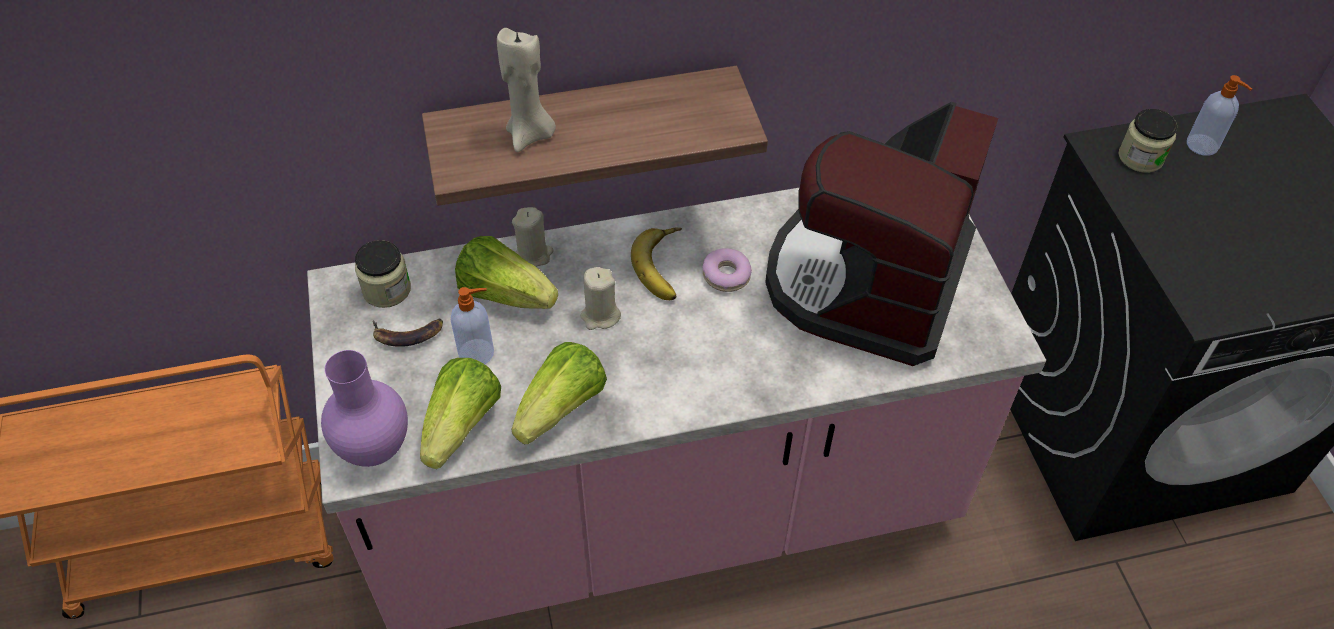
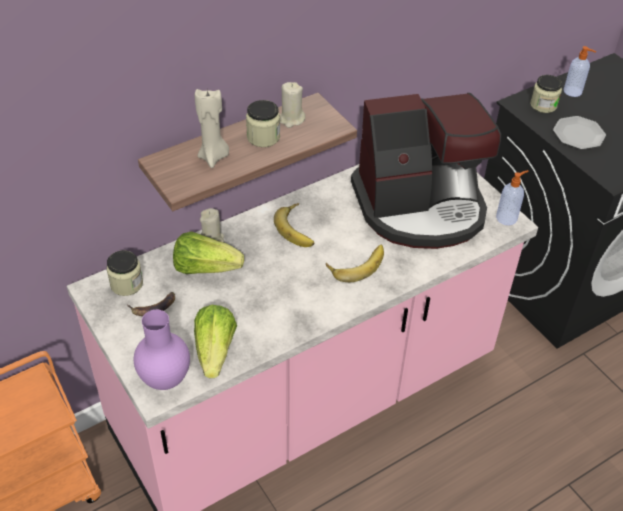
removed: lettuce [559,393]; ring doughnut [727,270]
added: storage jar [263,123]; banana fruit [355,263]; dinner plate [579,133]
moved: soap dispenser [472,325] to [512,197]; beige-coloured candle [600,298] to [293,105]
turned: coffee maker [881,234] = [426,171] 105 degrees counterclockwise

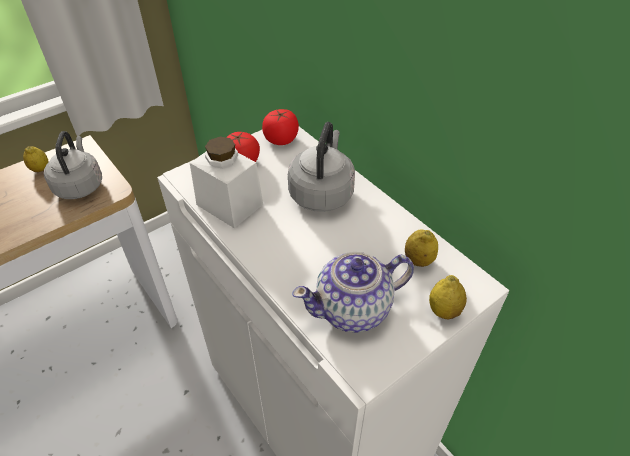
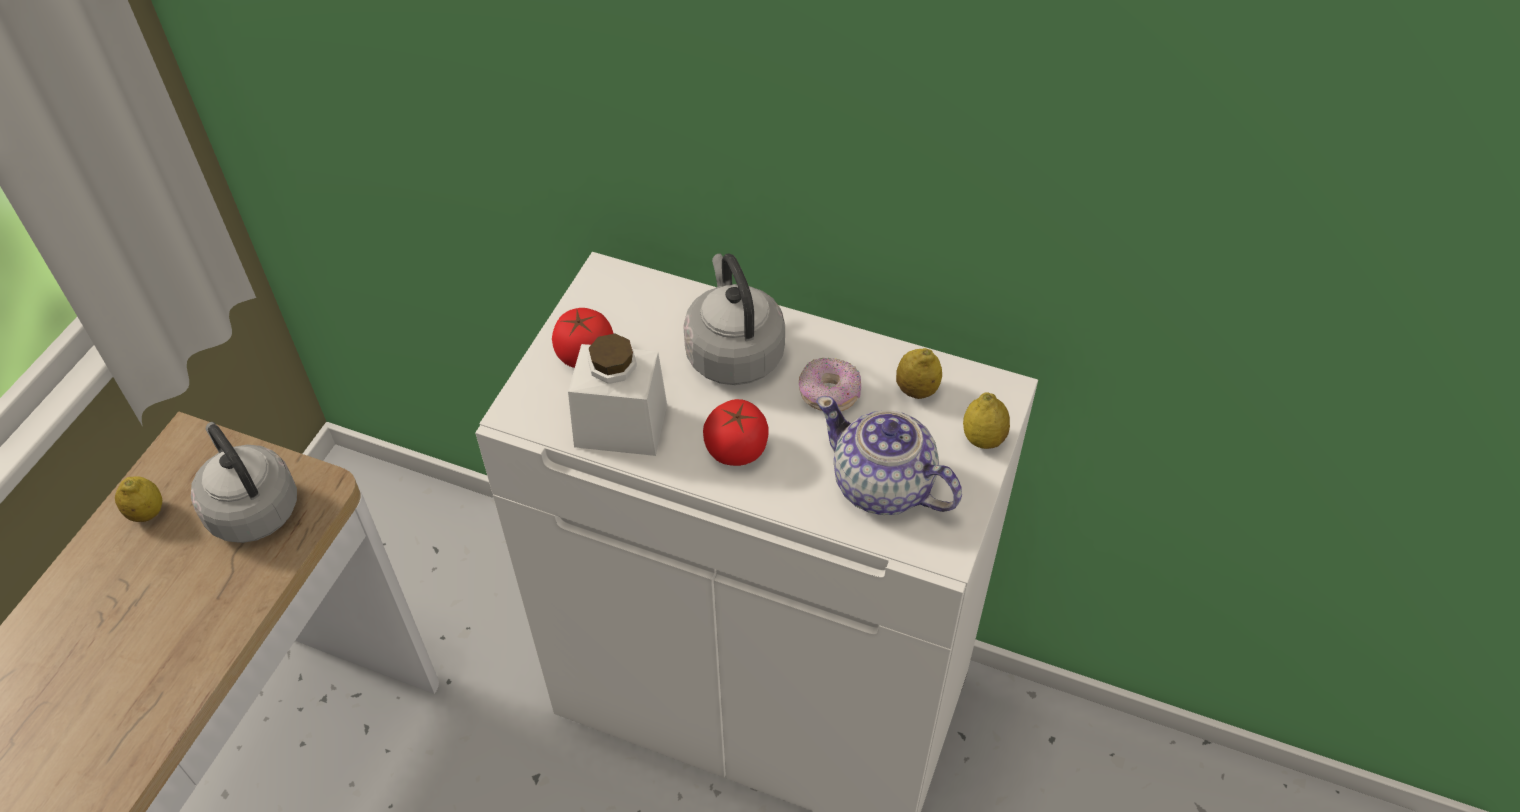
added: ring doughnut [830,384]
moved: tomato [280,127] to [736,432]
turned: teapot [353,292] = [889,455] 90 degrees clockwise

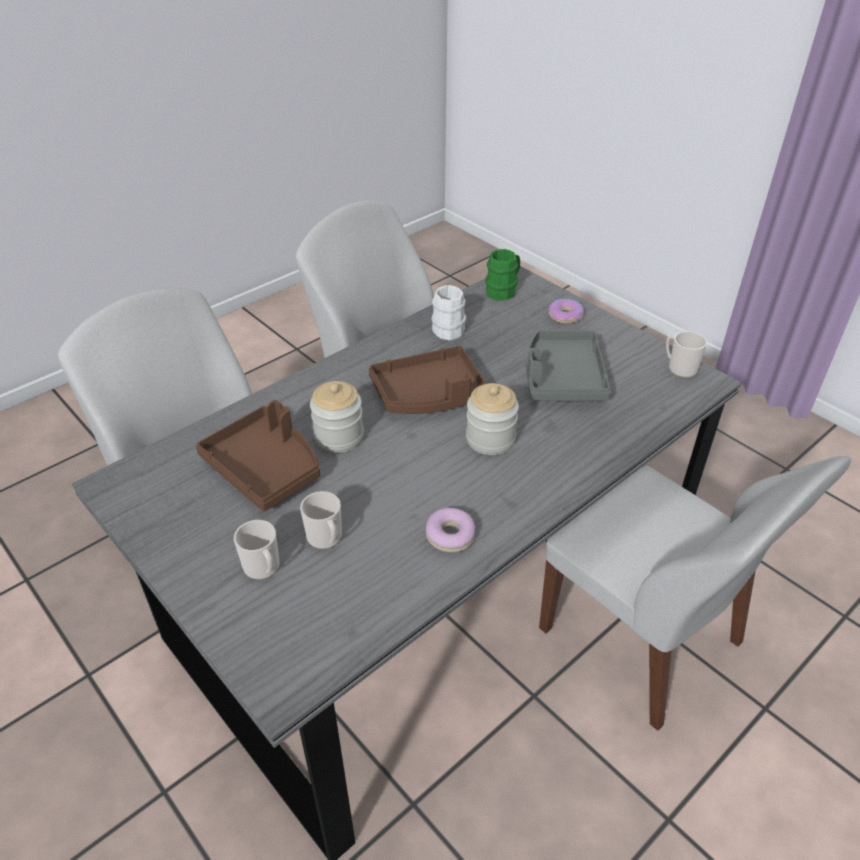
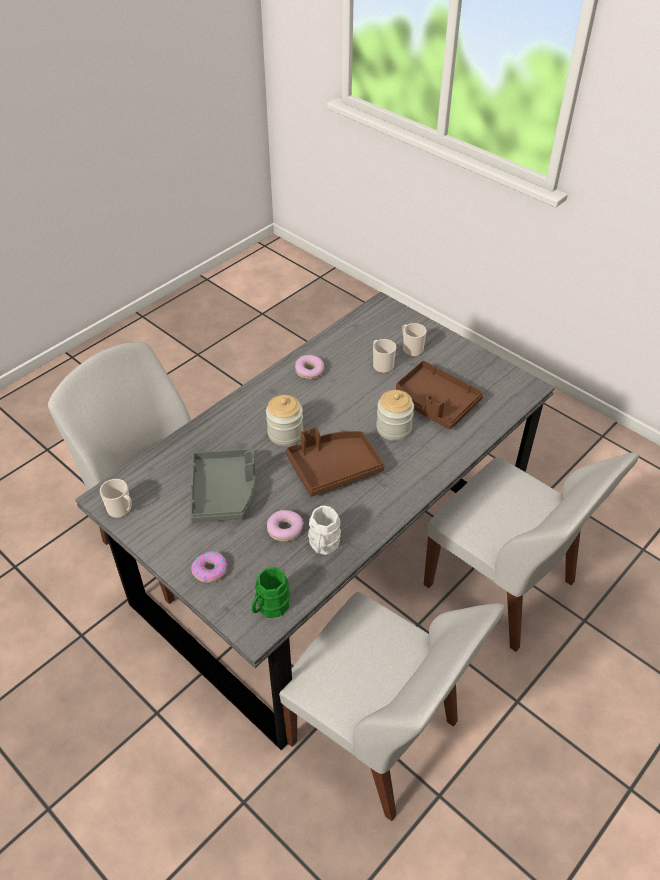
added: ring doughnut [285,525]

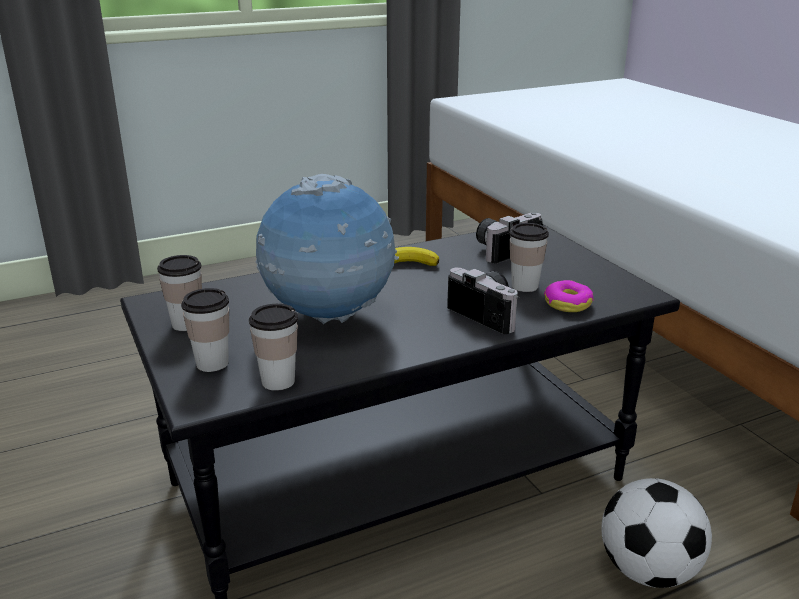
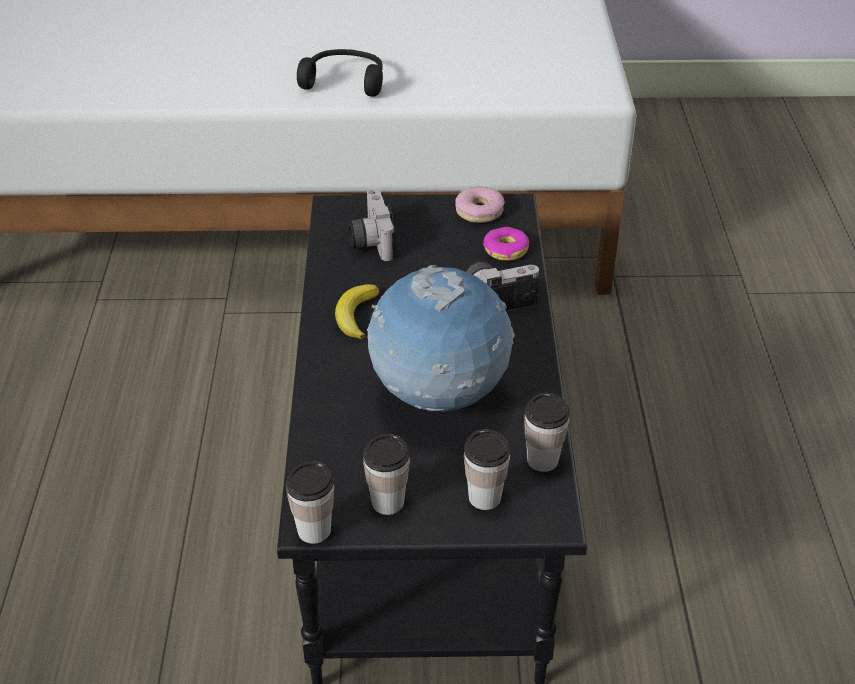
removed: ball for football [656,533]
added: blackish headset [340,73]; ring doughnut [480,204]
moved: small cup [529,257] to [310,502]

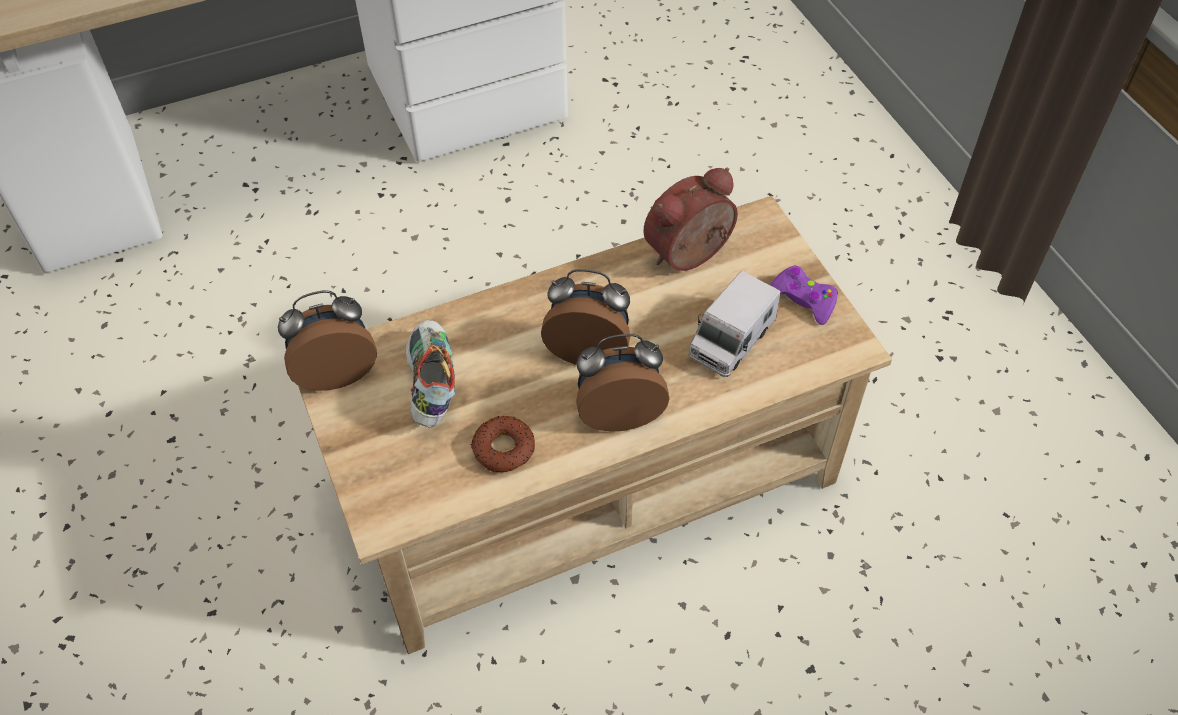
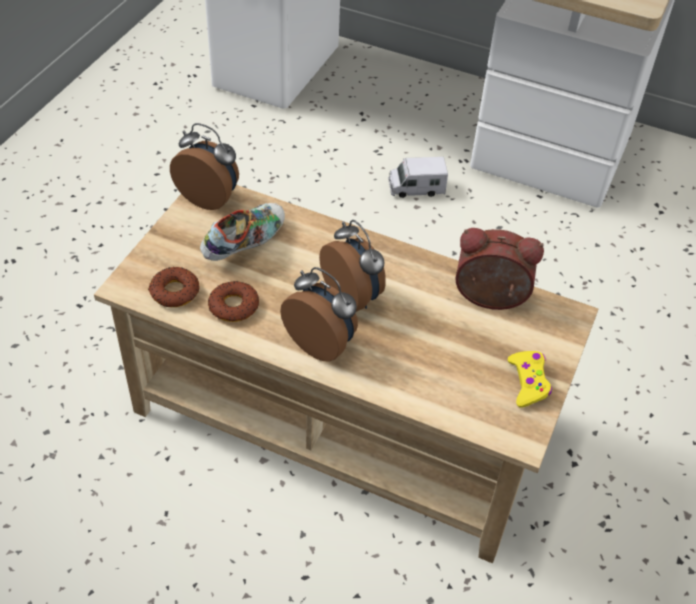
added: ring doughnut [174,287]
moved: toy lorry [734,324] to [418,177]
recoloured: purple-coloured joypad [804,295] to yellow joypad [530,379]

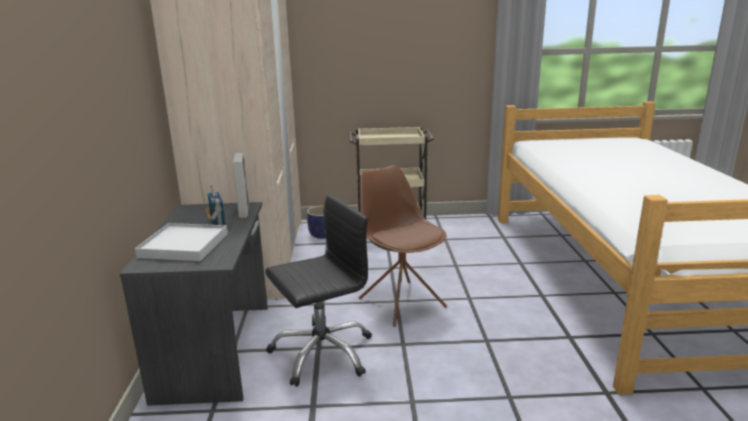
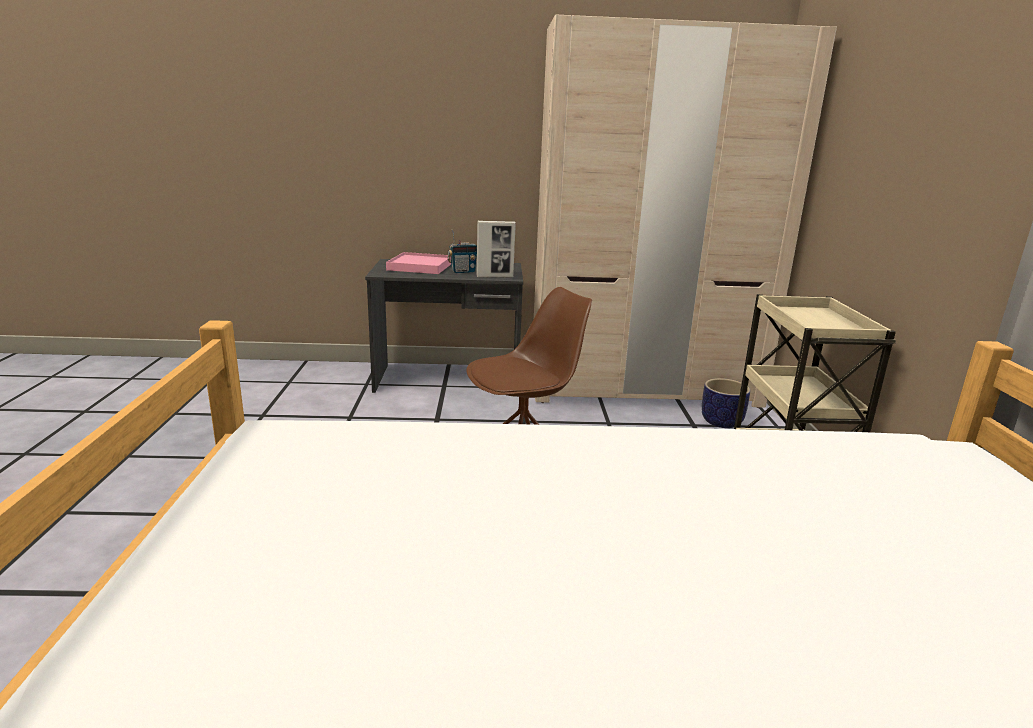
removed: blackish desk chair [318,290]
recoloured: white-coloured carrying tray [181,242] to pink-coloured carrying tray [418,263]

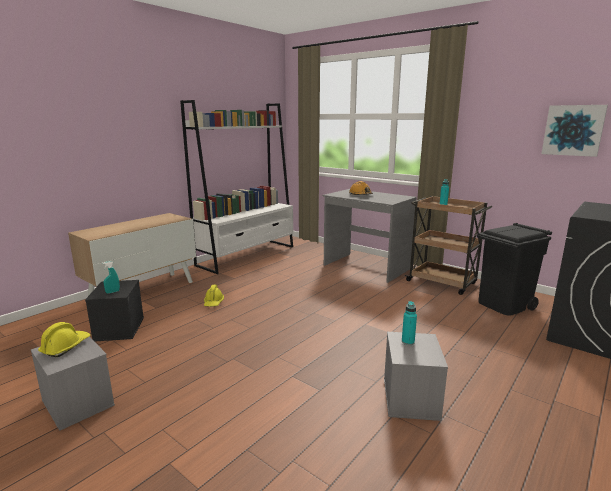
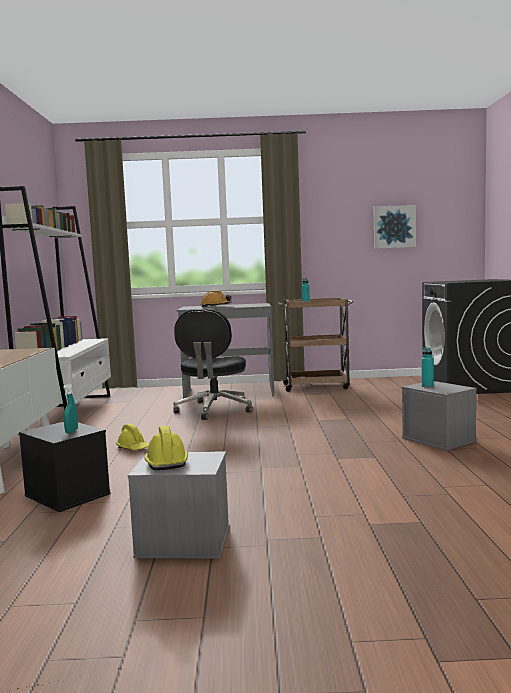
removed: blackish rubbish bin [514,269]
added: blackish desk chair [213,364]

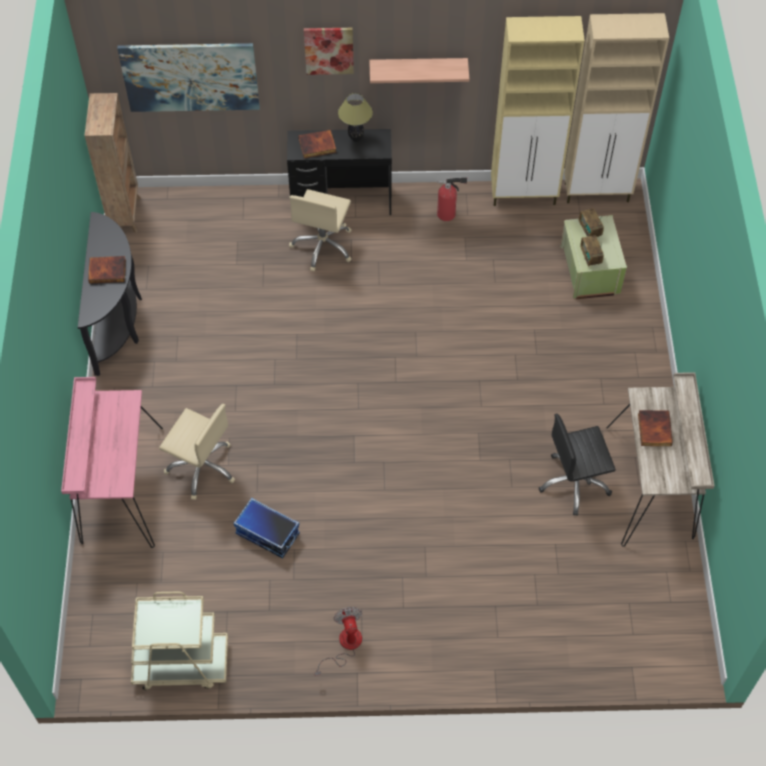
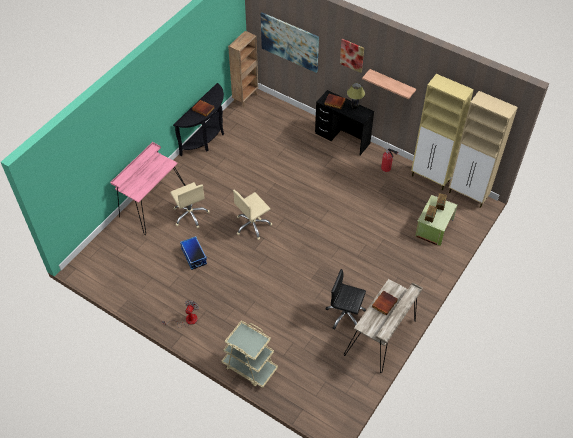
moved: beige-coloured cart [179,641] to [250,354]; beige-coloured desk chair [320,230] to [252,215]

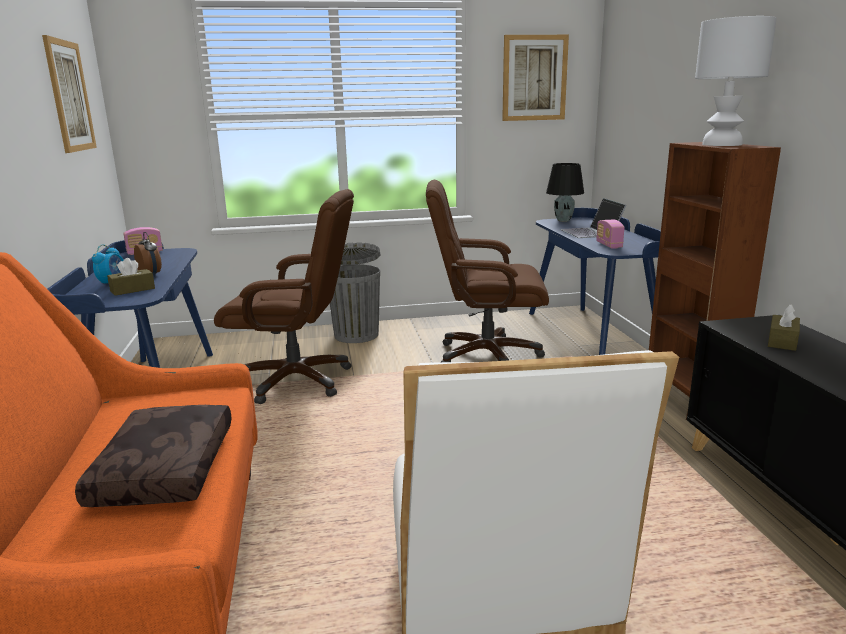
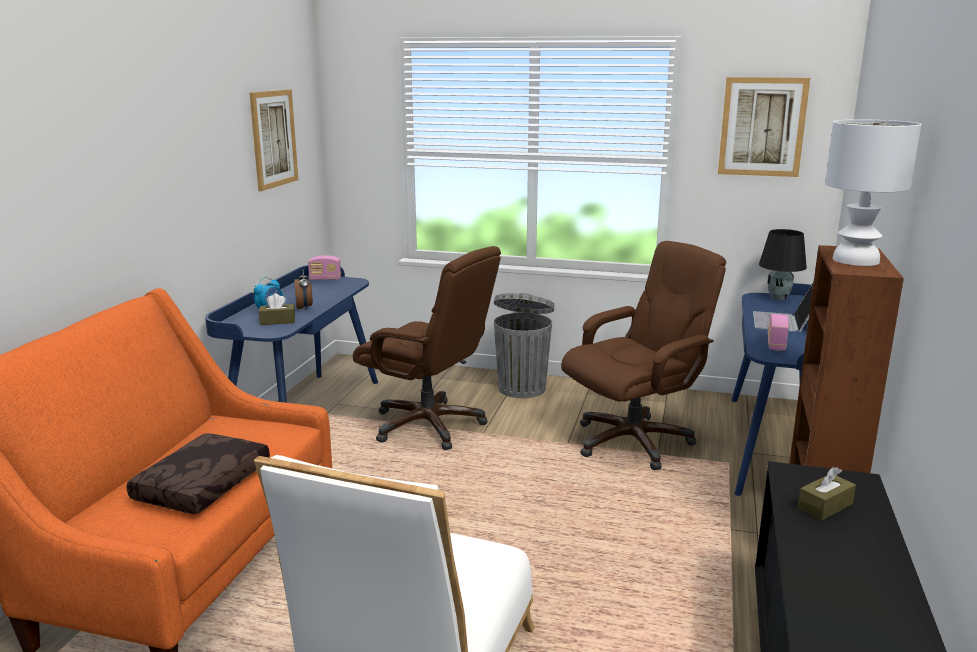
turned: brown-coloured desk chair [487,271] = [643,355] 120 degrees clockwise

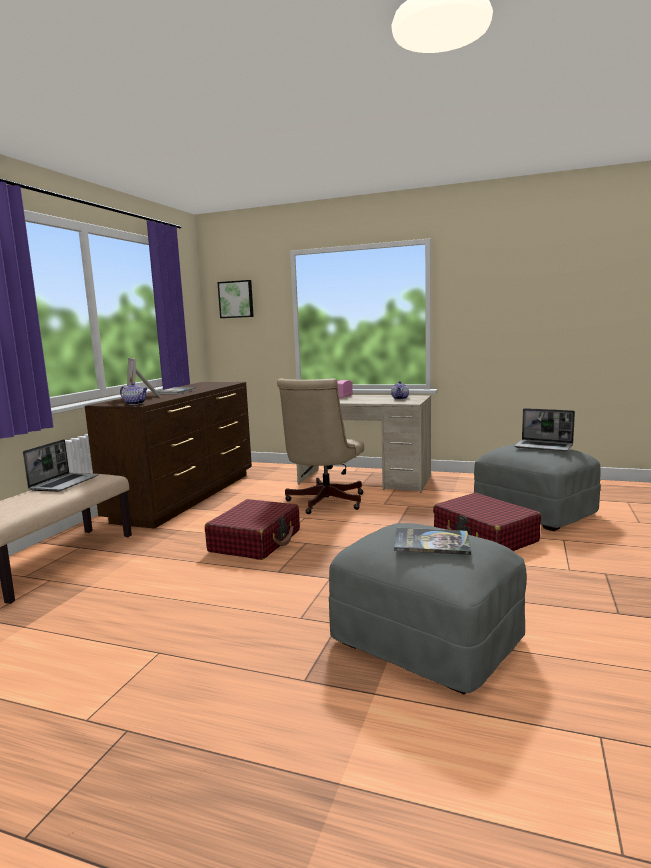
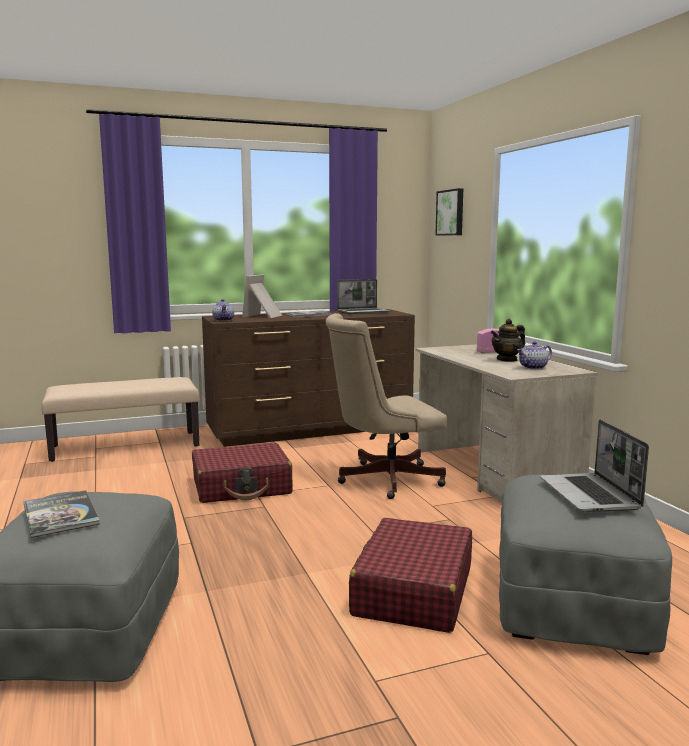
added: teapot [507,340]
moved: portable computer [61,465] to [363,296]

